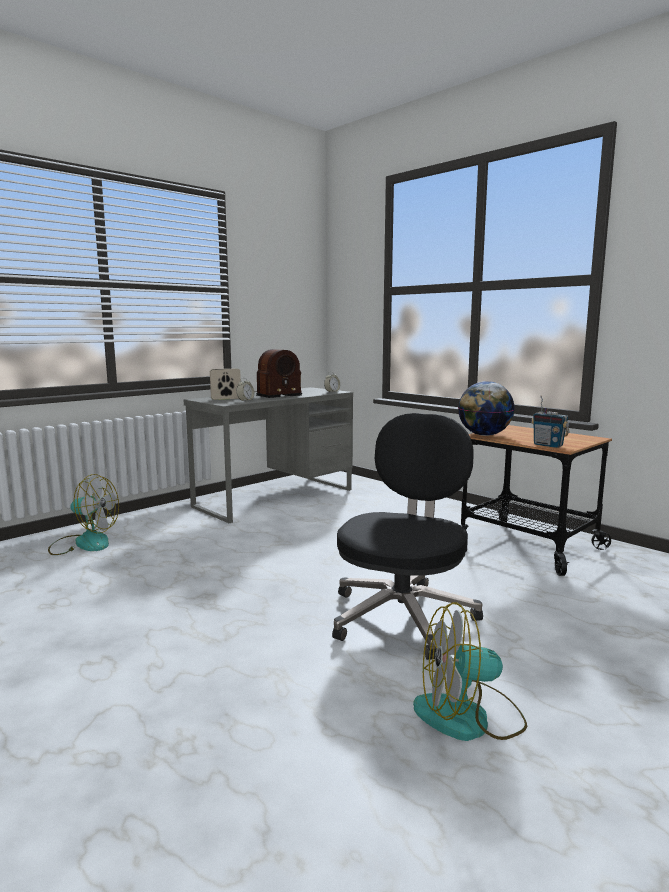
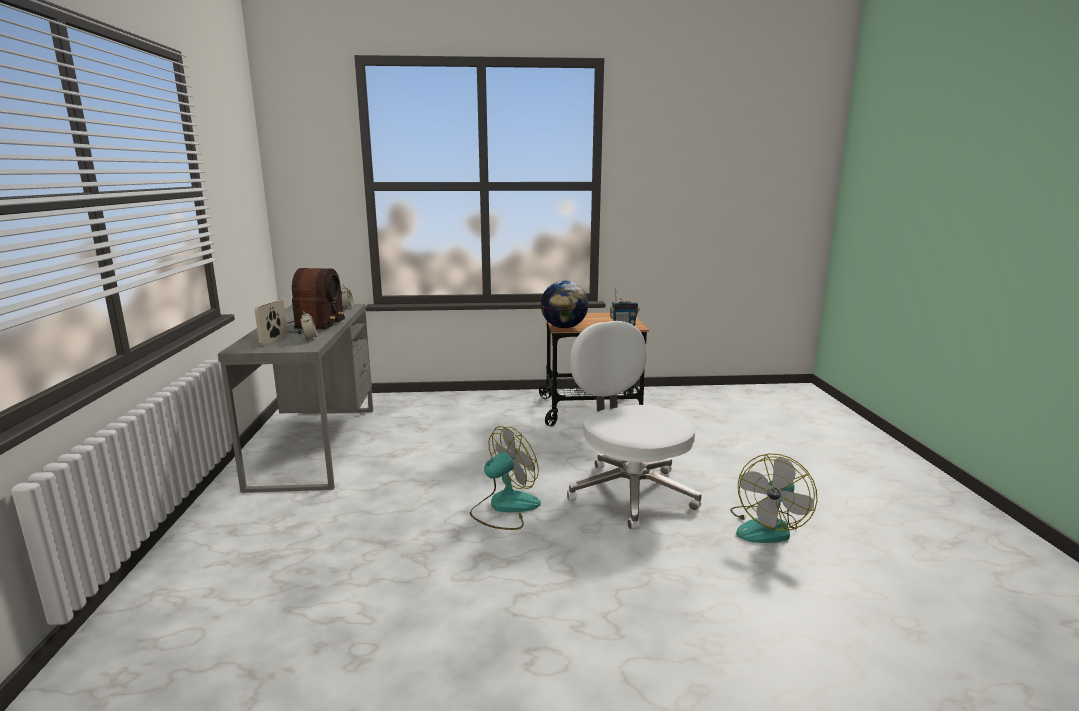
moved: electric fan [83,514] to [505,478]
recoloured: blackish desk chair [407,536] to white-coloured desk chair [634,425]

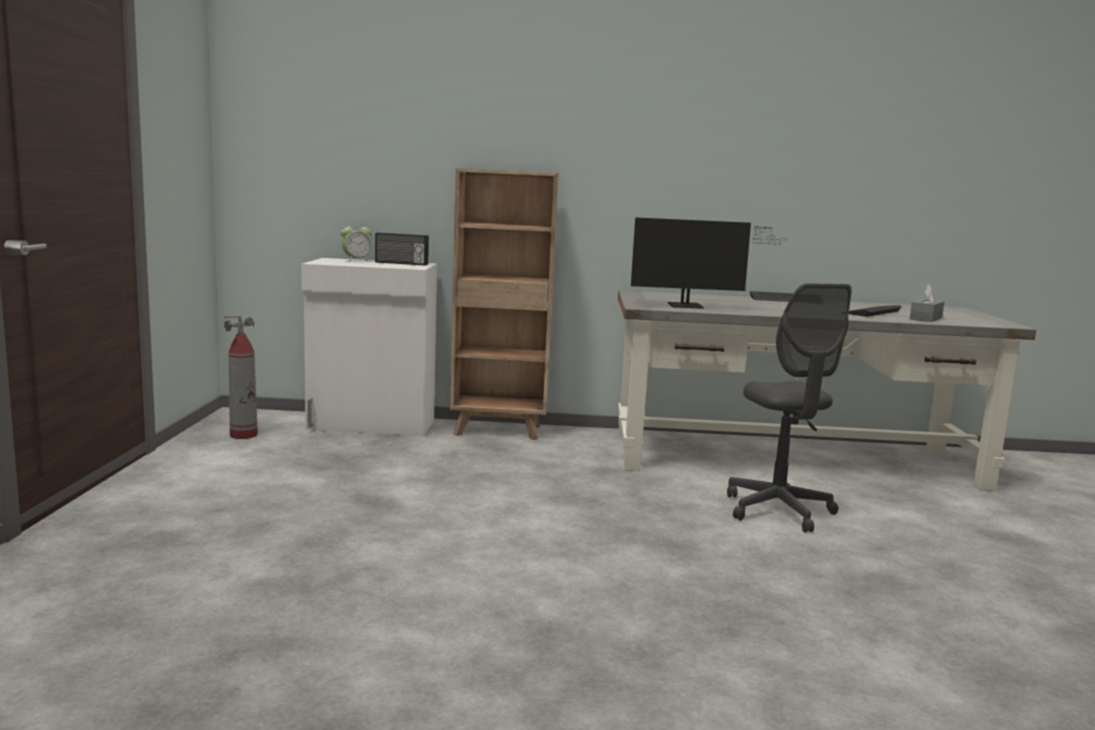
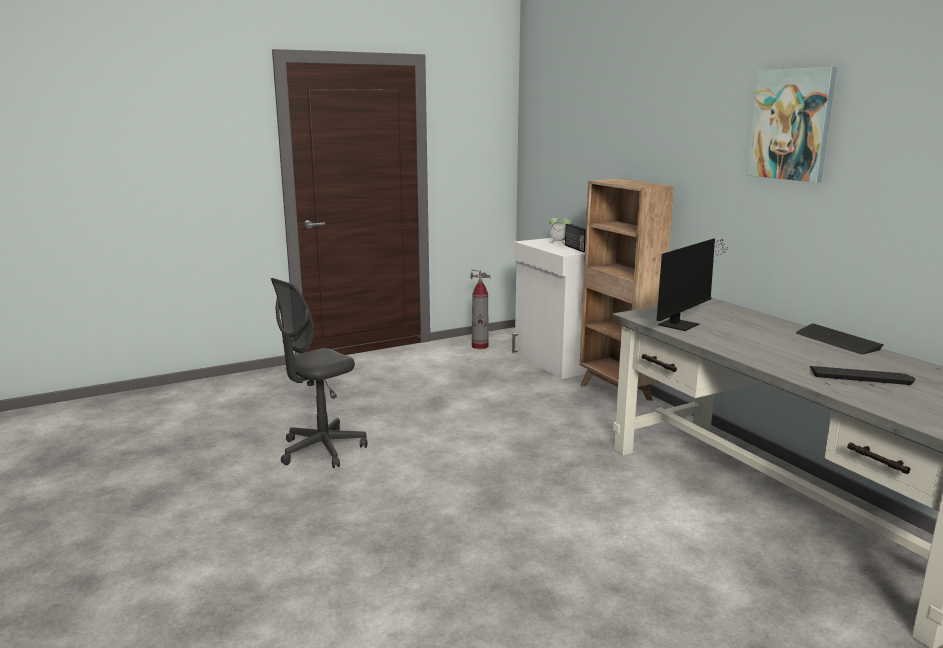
removed: gray tissue holder [927,303]
added: wall art [791,125]
moved: gray desk chair [789,407] to [319,373]
turned: computer screen [708,263] = [692,284] 105 degrees counterclockwise

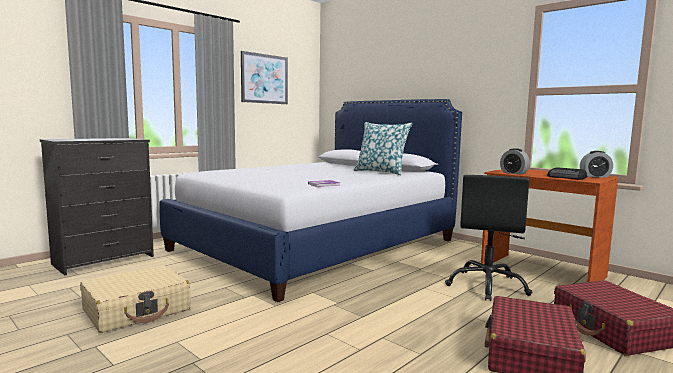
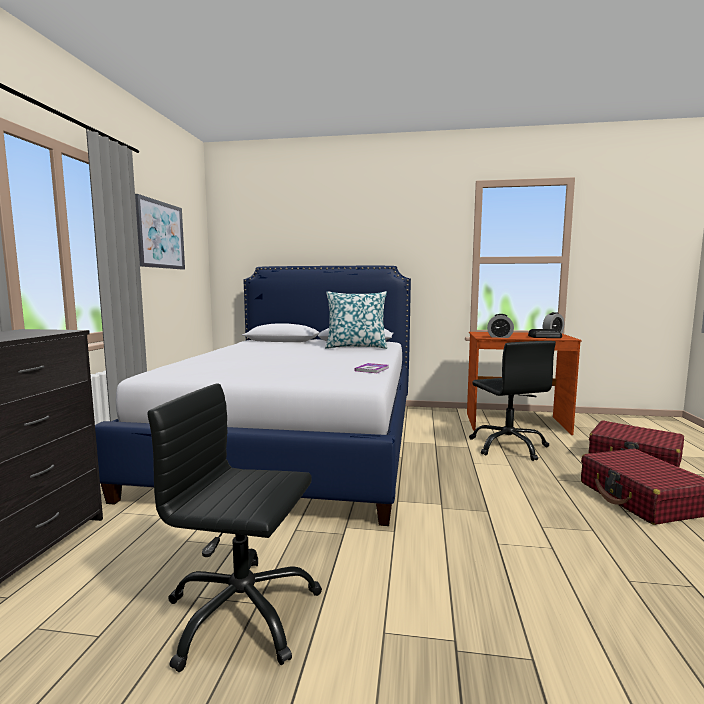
replaced: beige-coloured travel case [135,299] to blackish desk chair [234,527]

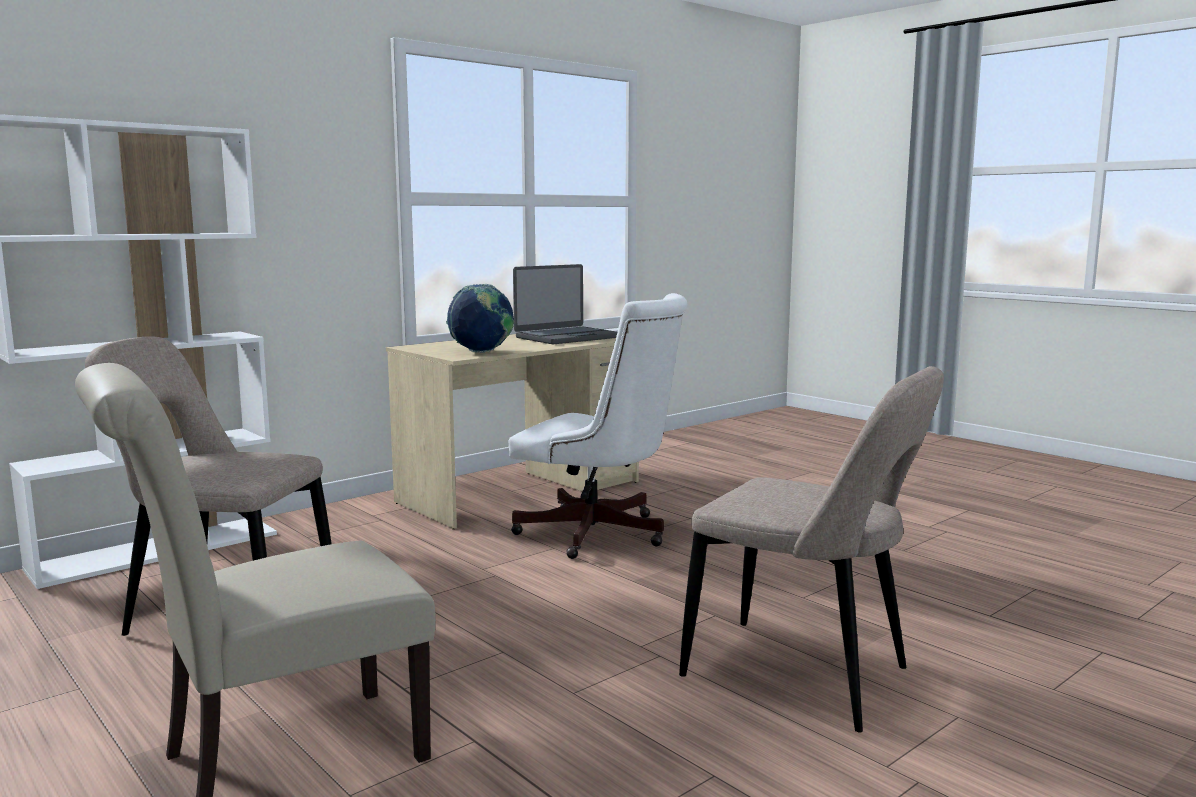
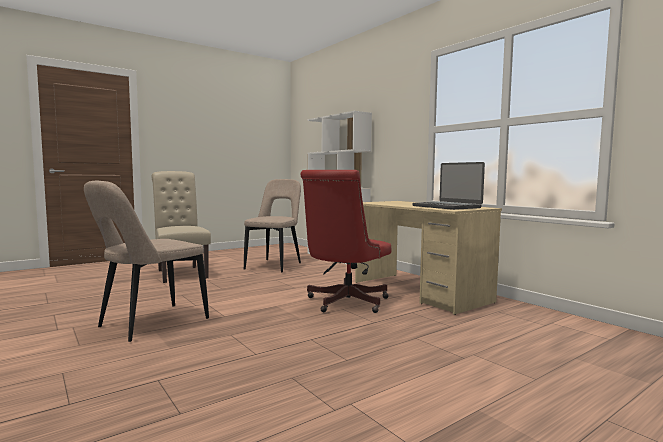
removed: world globe [480,318]
recoloured: white-coloured desk chair [598,426] to reddish desk chair [346,241]

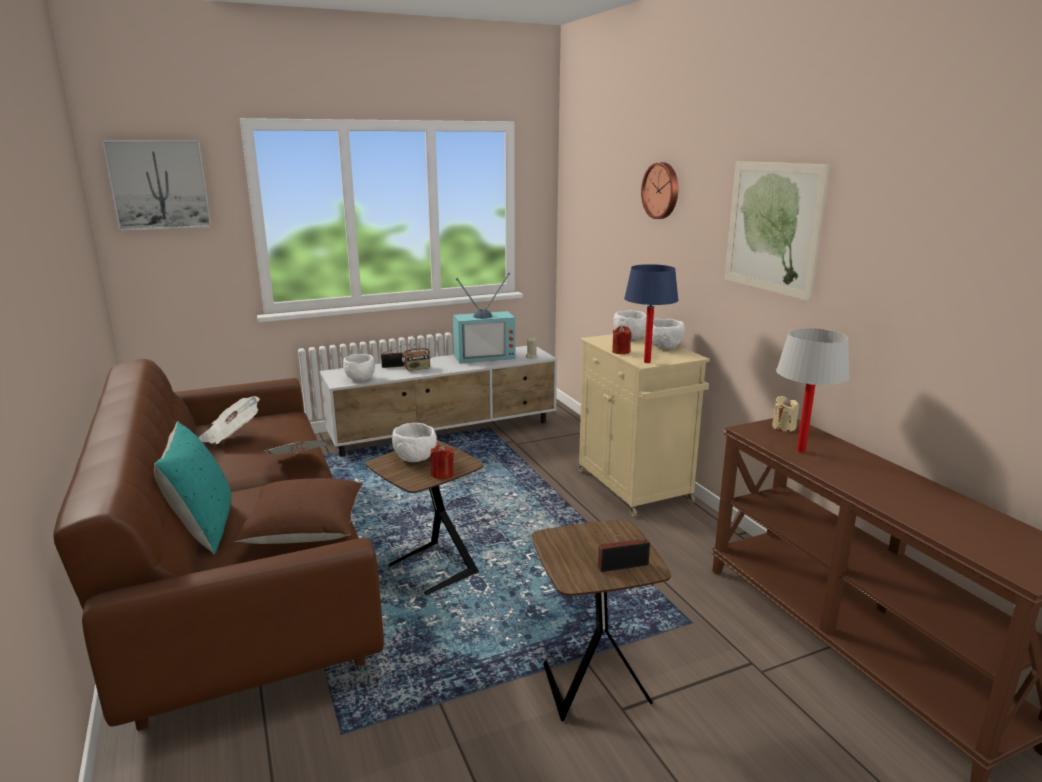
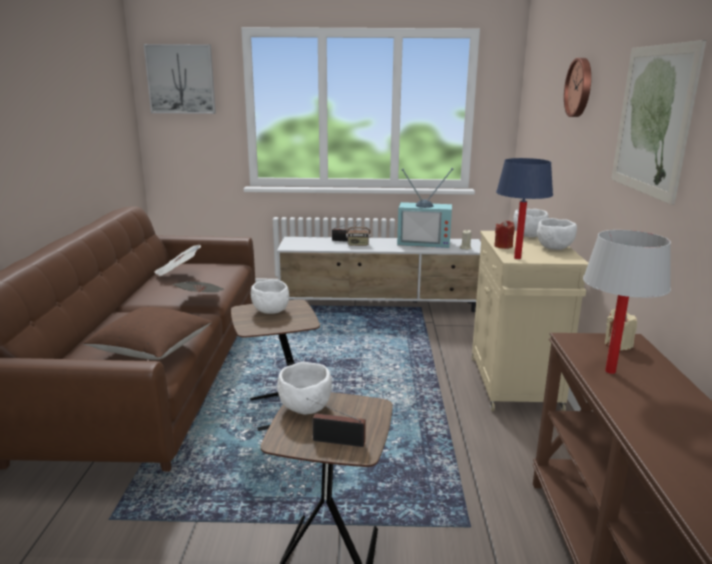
removed: turquoise pillow [193,487]; reddish candle [442,461]
moved: white-coloured bowl [359,367] to [304,388]

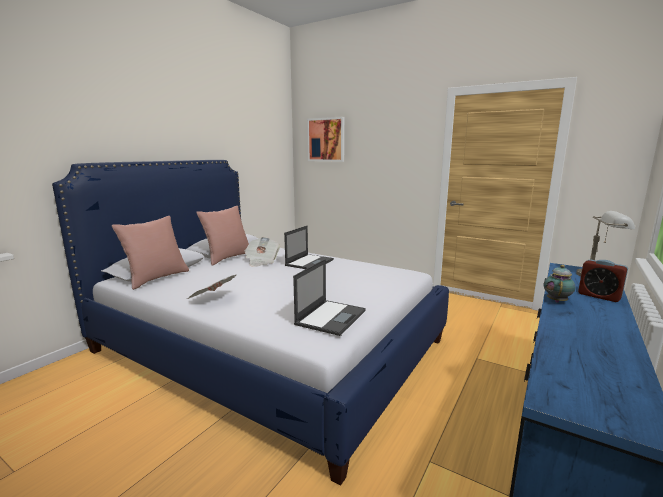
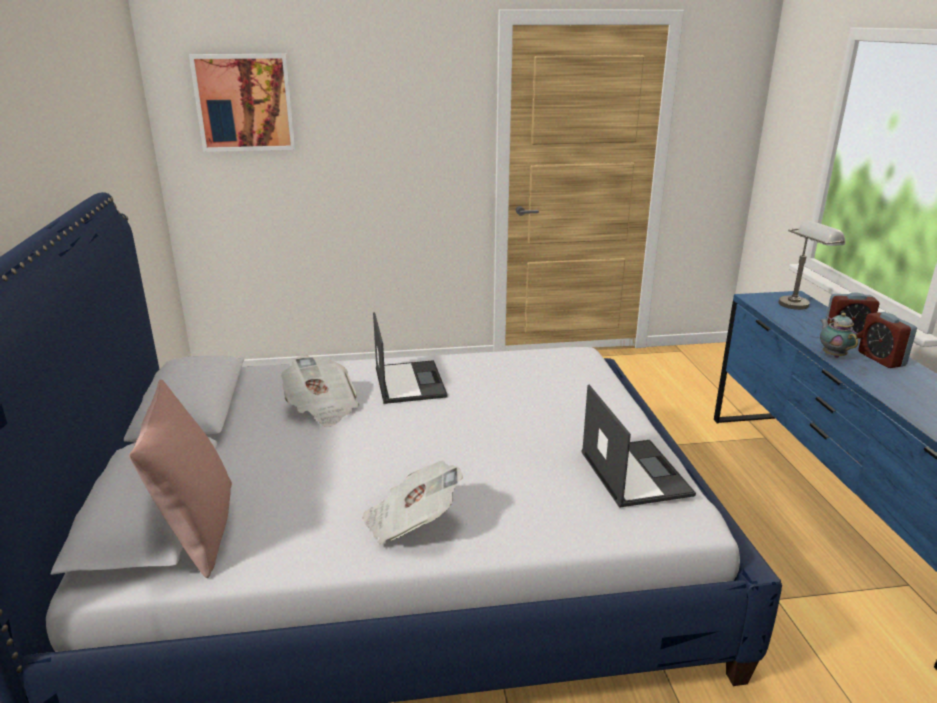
removed: pink-coloured pillow [222,236]
added: table clock [887,340]

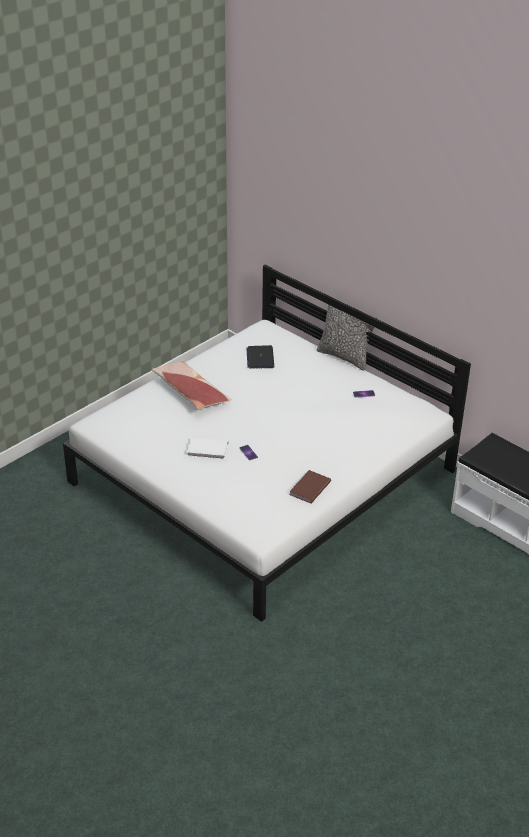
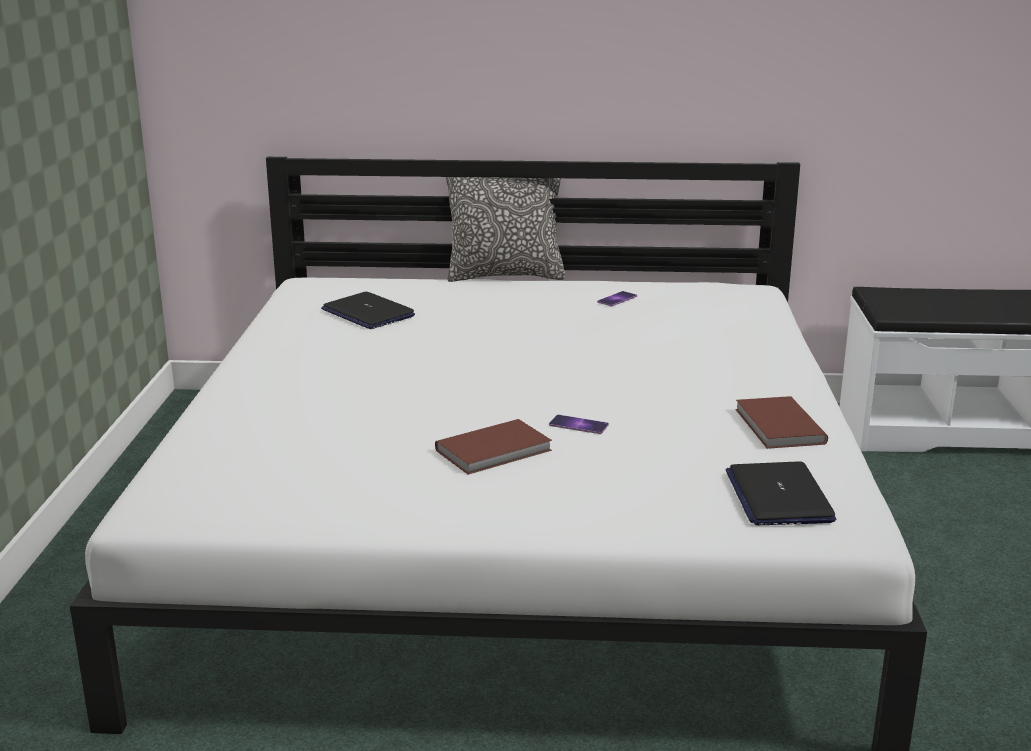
removed: pillow [192,385]
added: portable computer [780,493]
recoloured: white-coloured book [207,448] to brown-coloured book [493,447]

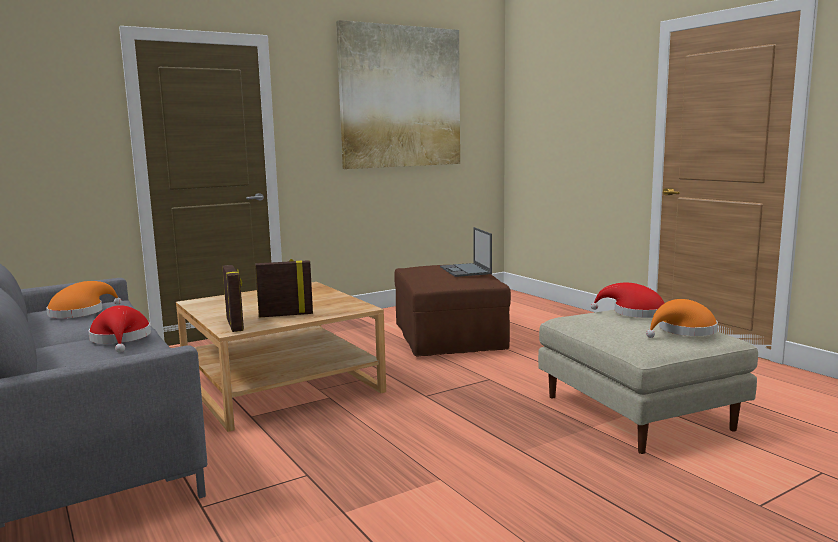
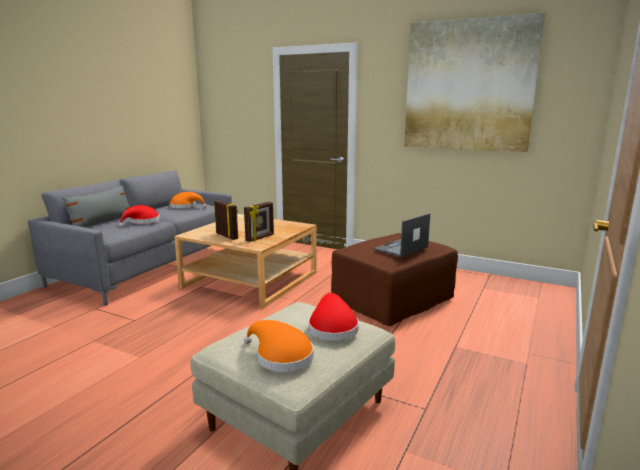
added: gray pillow [96,206]
moved: picture frame [233,298] to [259,222]

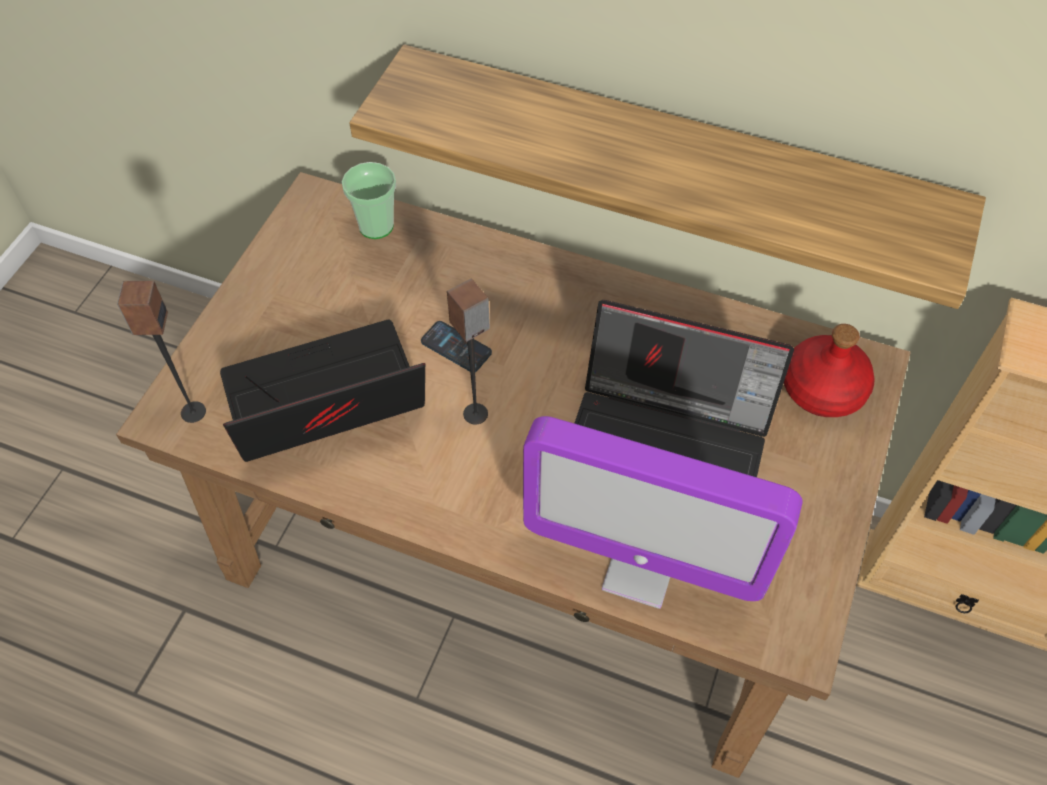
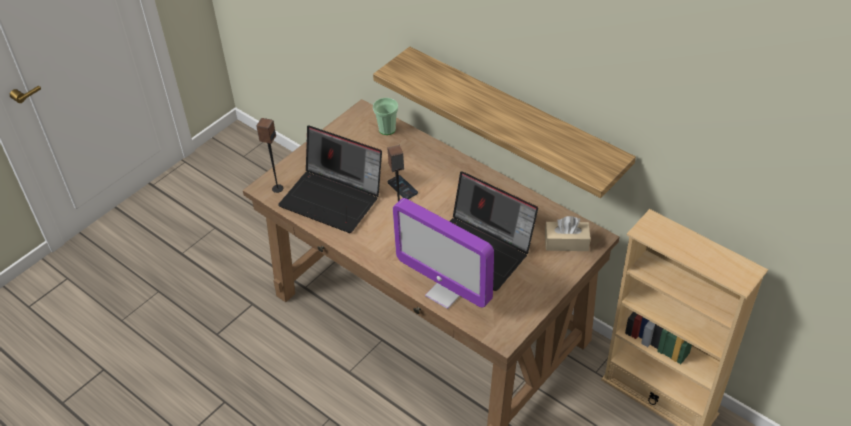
replaced: reddish beverage bottle [829,370] to beige-coloured tissue holder [568,233]
turned: portable computer [322,390] = [330,179] 150 degrees counterclockwise

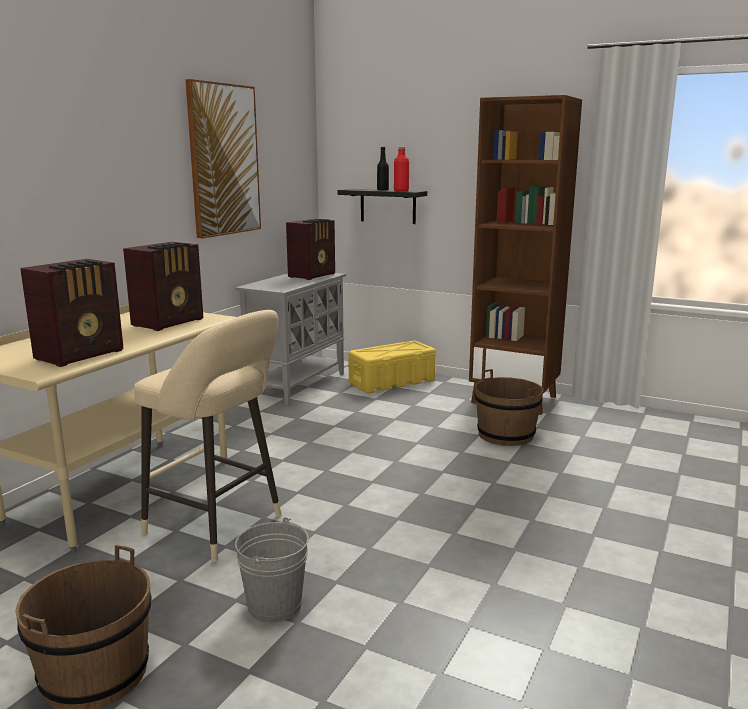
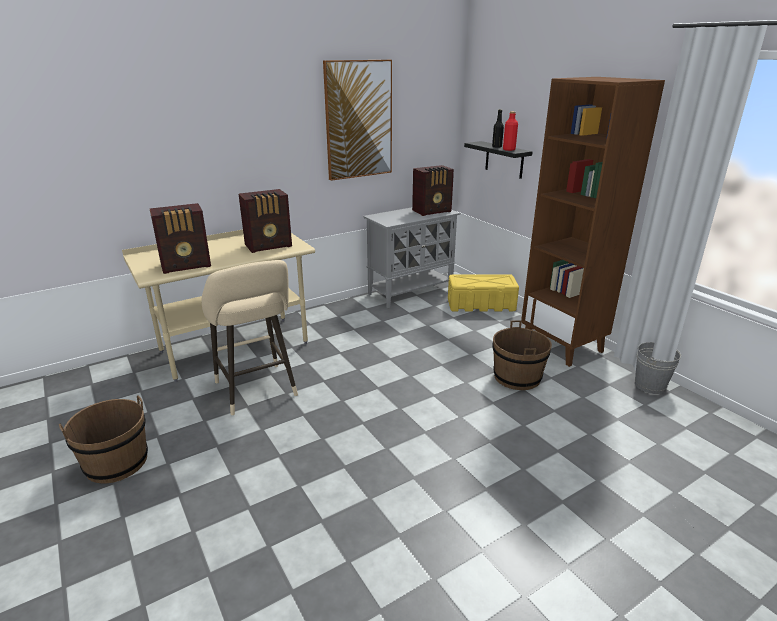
moved: gray bucket [272,570] to [658,368]

